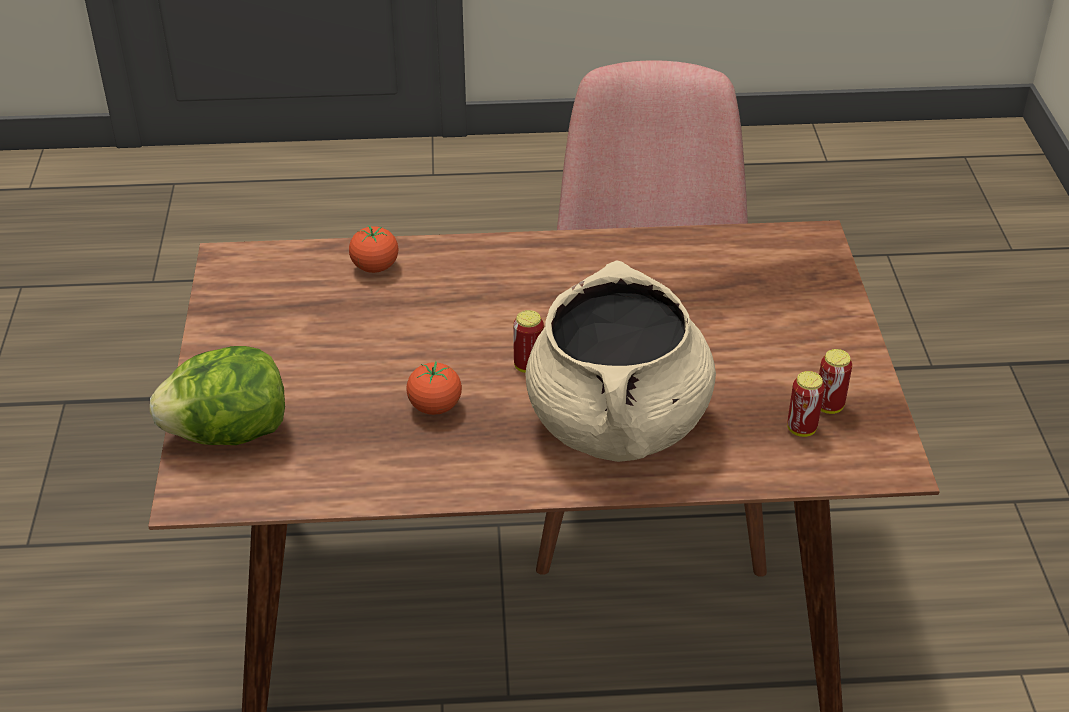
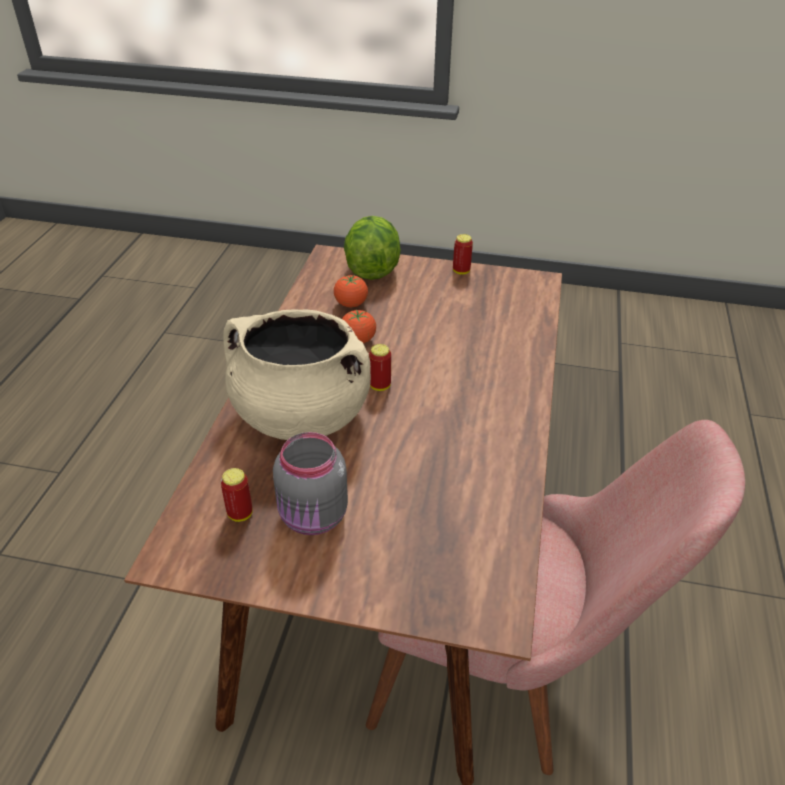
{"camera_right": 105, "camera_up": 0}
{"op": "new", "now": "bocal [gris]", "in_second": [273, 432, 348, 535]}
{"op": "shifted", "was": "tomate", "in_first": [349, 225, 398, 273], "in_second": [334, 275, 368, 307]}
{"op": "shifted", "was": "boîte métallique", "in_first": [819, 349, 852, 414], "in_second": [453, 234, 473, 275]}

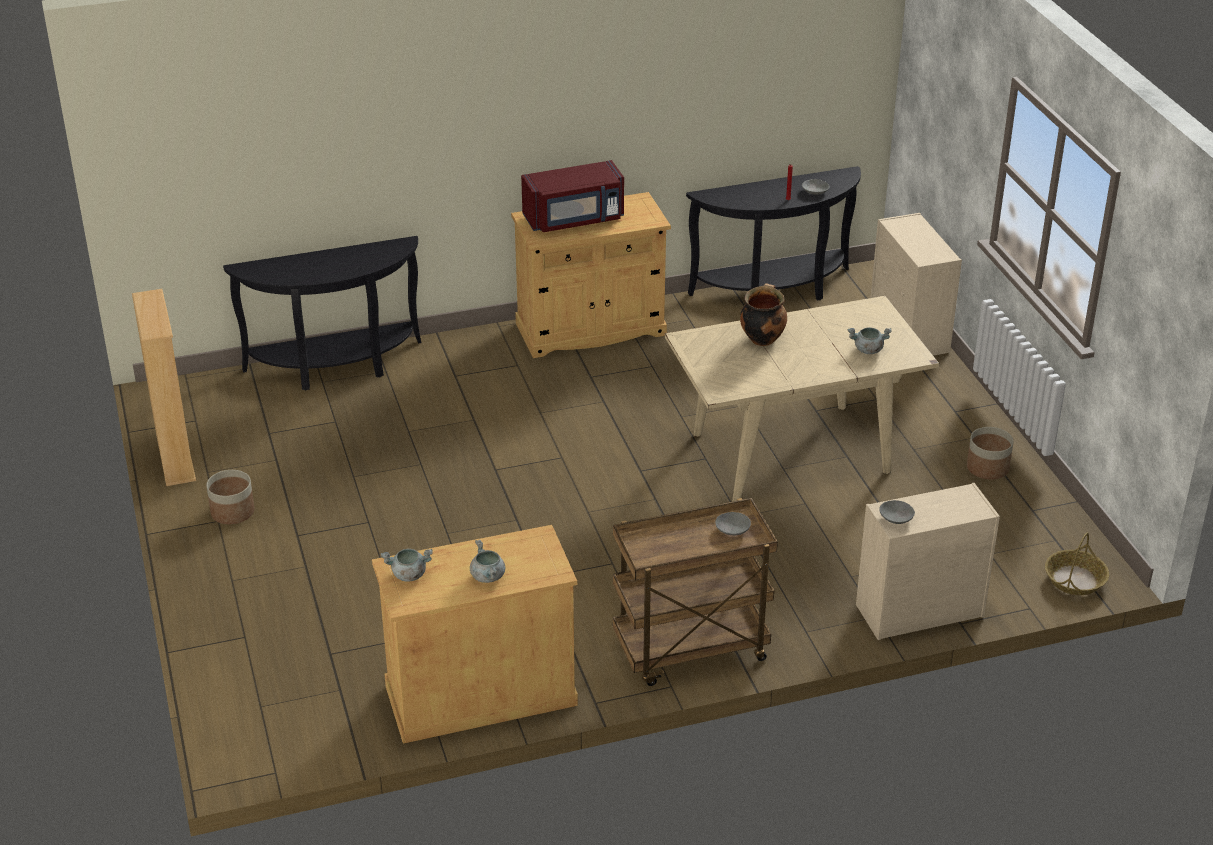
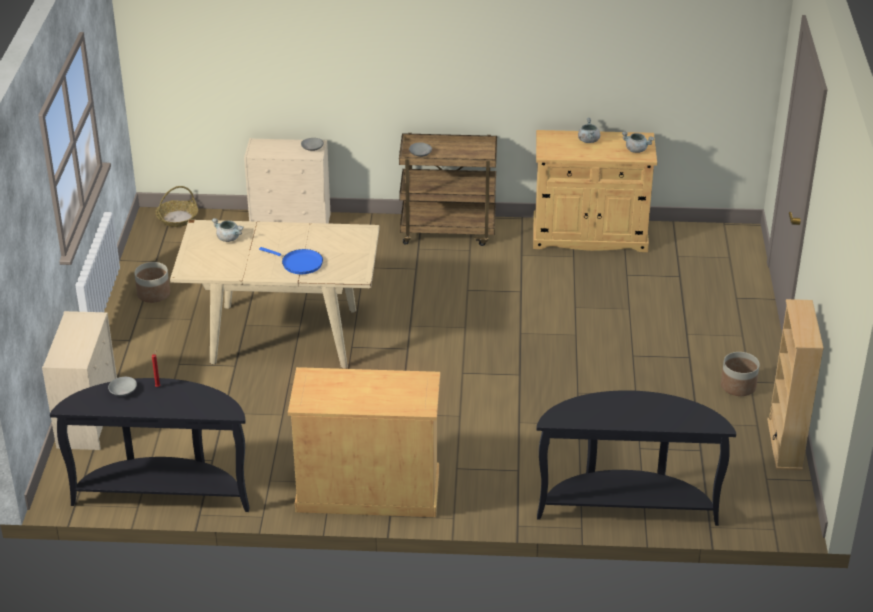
{"camera_right": -160, "camera_up": 0}
{"op": "swapped", "was": "marmite", "now": "poêle [bleu]", "in_first": [740, 283, 787, 346], "in_second": [259, 247, 323, 274]}
{"op": "gone", "was": "micro-ondes [rouge]", "in_first": [521, 160, 624, 232]}

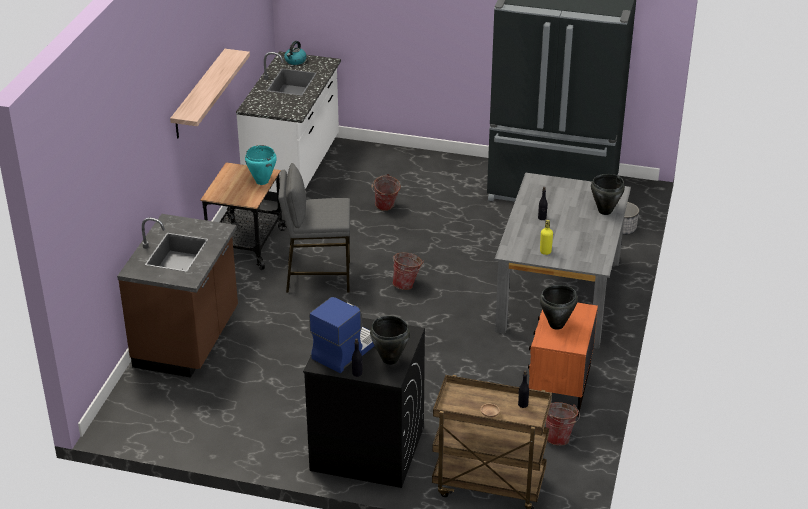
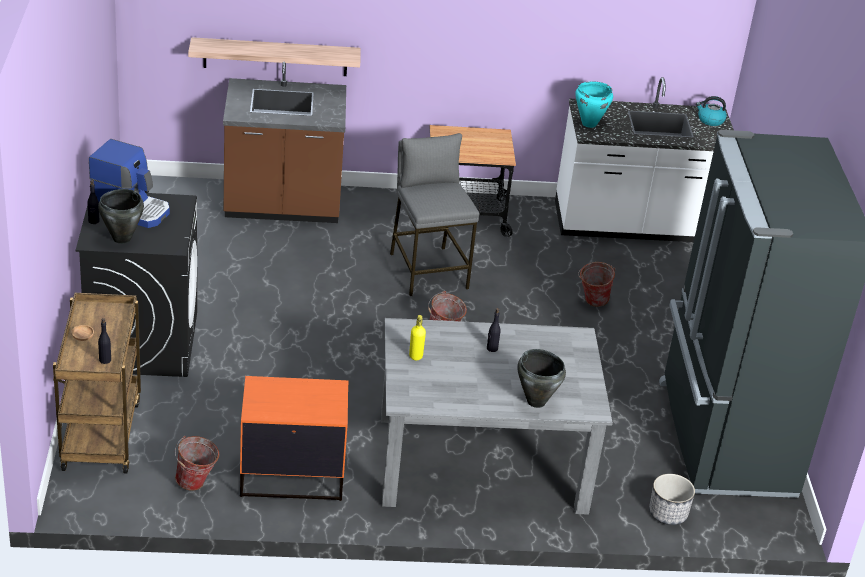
{"camera_right": 70, "camera_up": 0}
{"op": "shifted", "was": "étagère", "in_first": [170, 49, 250, 139], "in_second": [188, 37, 360, 76]}
{"op": "shifted", "was": "marmite [turquoise]", "in_first": [245, 145, 277, 185], "in_second": [575, 82, 613, 128]}
{"op": "gone", "was": "marmite [noir]", "in_first": [539, 285, 578, 330]}

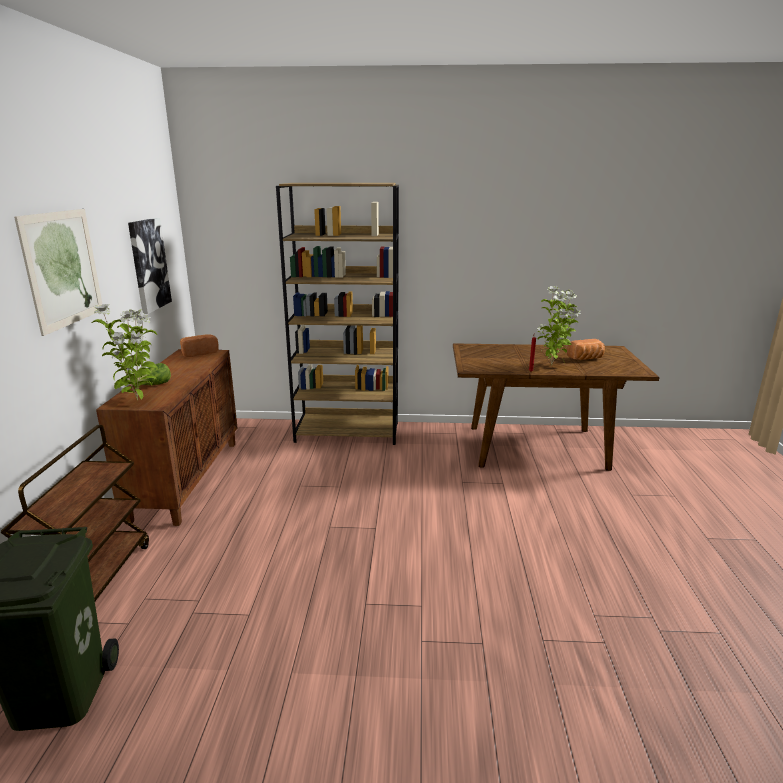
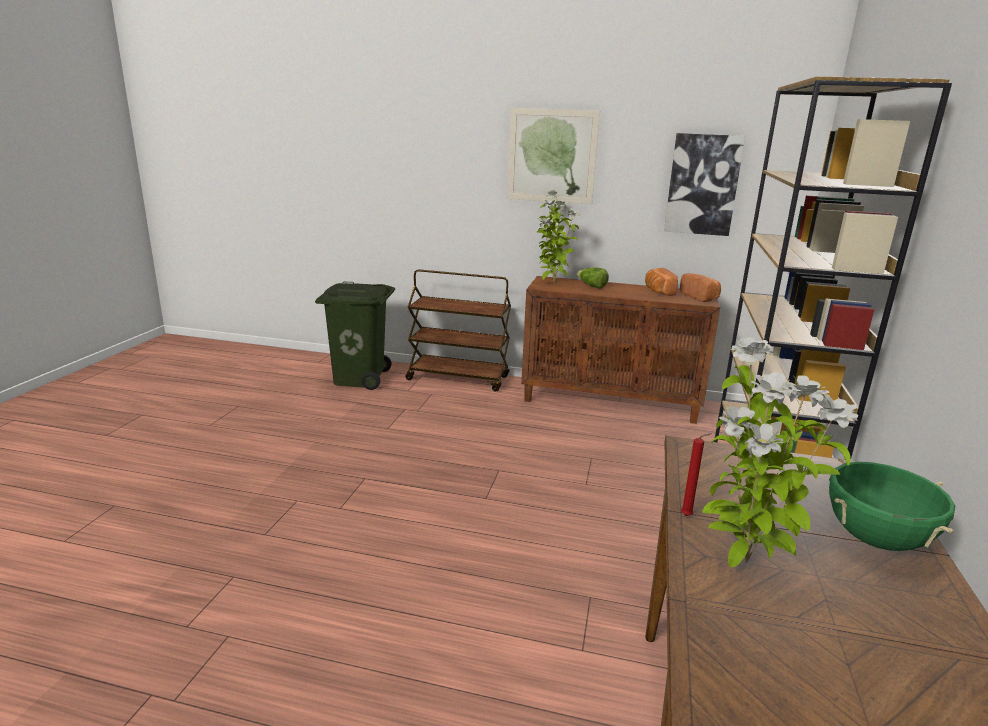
{"camera_right": 100, "camera_up": 0}
{"op": "shifted", "was": "pain", "in_first": [567, 339, 605, 360], "in_second": [645, 268, 678, 296]}
{"op": "new", "now": "marmite [vert]", "in_second": [829, 457, 955, 551]}

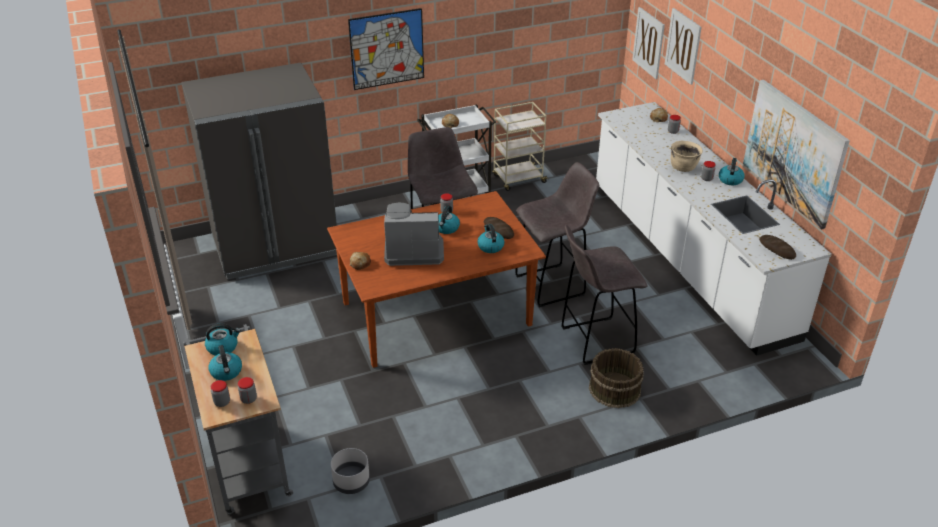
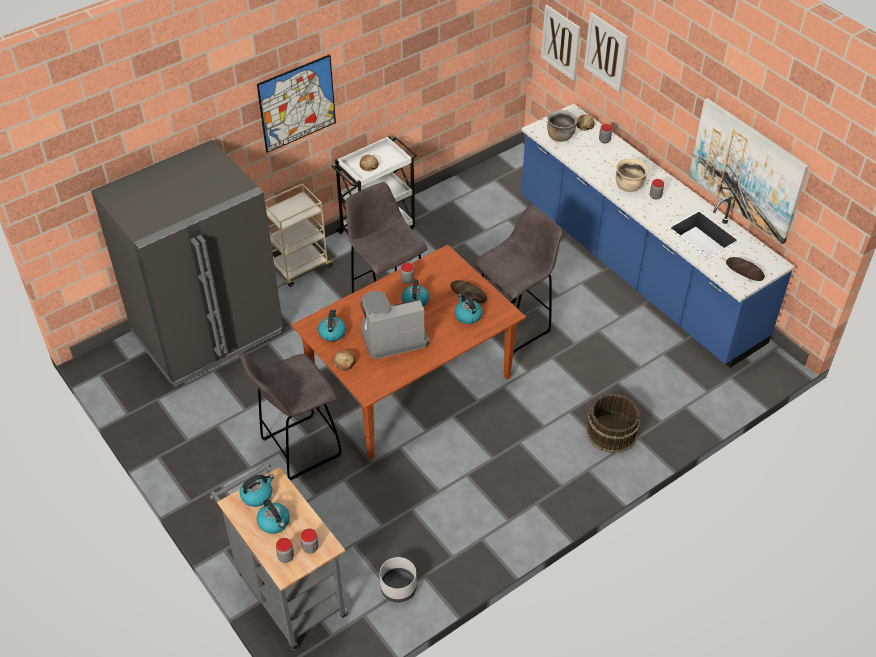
{"camera_right": -15, "camera_up": 10}
{"op": "shifted", "was": "tabouret [gris]", "in_first": [562, 225, 648, 365], "in_second": [240, 353, 341, 481]}
{"op": "shifted", "was": "chariot [beige]", "in_first": [492, 102, 549, 191], "in_second": [265, 183, 333, 287]}
{"op": "shifted", "was": "bouilloire", "in_first": [719, 158, 745, 185], "in_second": [318, 309, 346, 342]}
{"op": "repainted", "was": "comptoir de cuisine [blanc]", "now": "comptoir de cuisine [bleu]", "in_first": [596, 102, 832, 356], "in_second": [521, 104, 795, 368]}
{"op": "new", "now": "marmite [marron]", "in_second": [547, 110, 578, 142]}

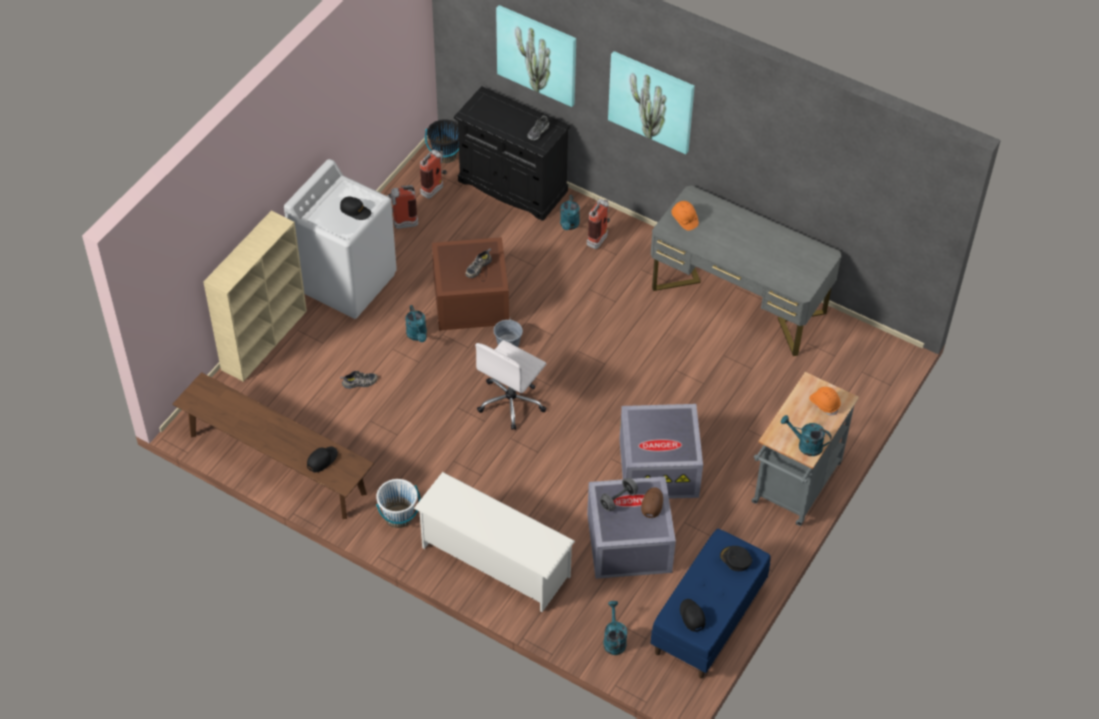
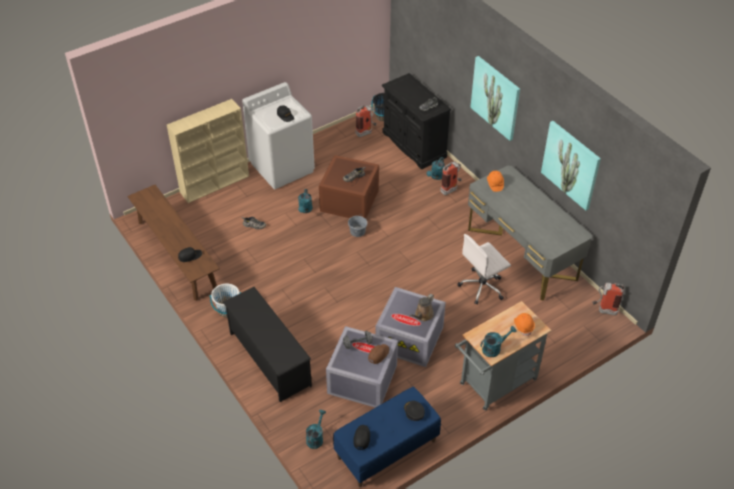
{"camera_right": 25, "camera_up": -5}
{"op": "repainted", "was": "étagère à chaussures [blanc]", "now": "étagère à chaussures [noir]", "in_first": [414, 472, 575, 612], "in_second": [223, 287, 312, 402]}
{"op": "new", "now": "arrosoir [marron]", "in_second": [409, 294, 434, 321]}
{"op": "shifted", "was": "chaise de bureau [blanc]", "in_first": [475, 340, 546, 430], "in_second": [457, 234, 511, 305]}
{"op": "rotated", "was": "arrosoir [turquoise]", "in_first": [781, 415, 832, 456], "in_second": [480, 326, 517, 357], "clockwise": 105}
{"op": "shifted", "was": "tableau", "in_first": [496, 5, 576, 107], "in_second": [541, 121, 601, 211]}
{"op": "shifted", "was": "extincteur", "in_first": [387, 185, 418, 229], "in_second": [592, 283, 624, 315]}

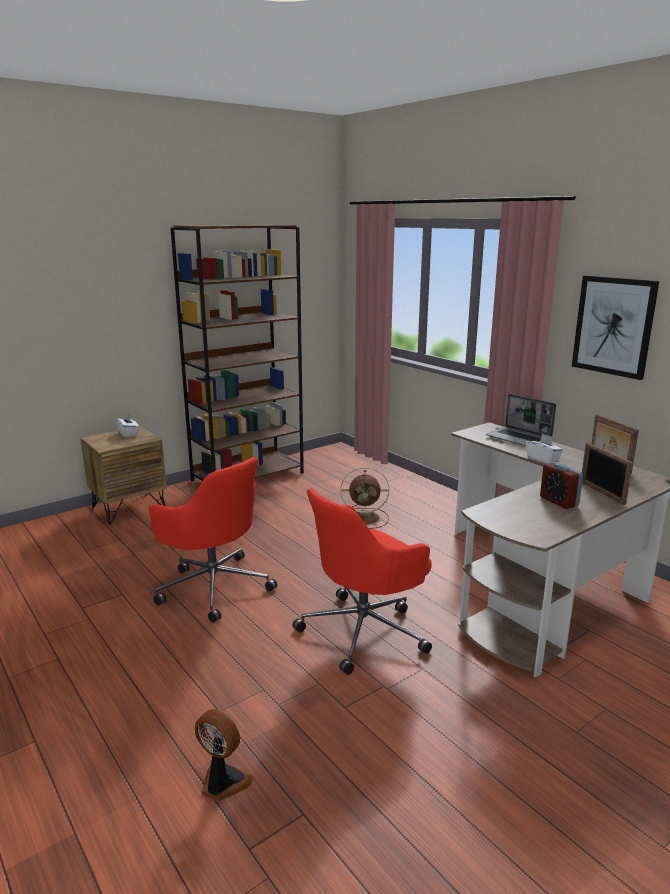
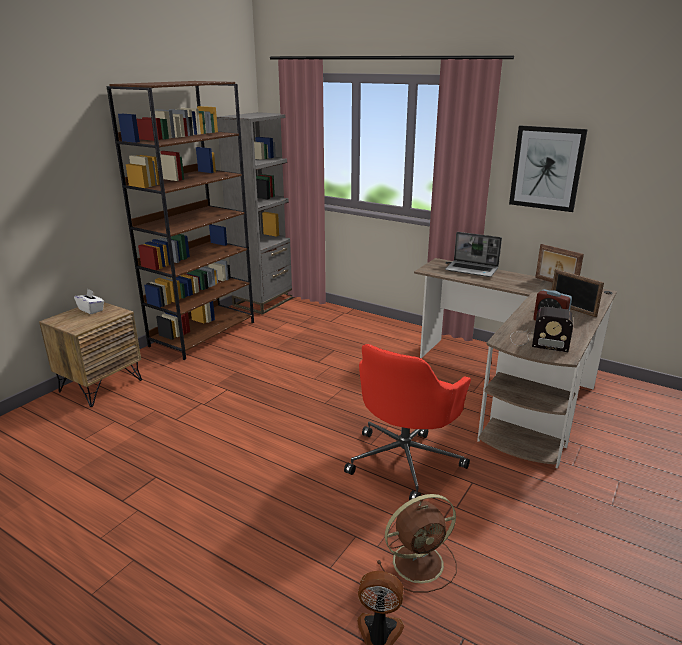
{"camera_right": -20, "camera_up": 5}
{"op": "new", "now": "bibliothèque [gris]", "in_second": [217, 112, 295, 315]}
{"op": "shifted", "was": "ventilateur [marron]", "in_first": [341, 467, 389, 529], "in_second": [377, 494, 457, 592]}
{"op": "new", "now": "radio", "in_second": [510, 307, 573, 352]}
{"op": "gone", "was": "chaise de bureau [rouge]", "in_first": [149, 457, 277, 623]}
{"op": "gone", "was": "boîte à mouchoirs [blanc]", "in_first": [525, 433, 563, 464]}

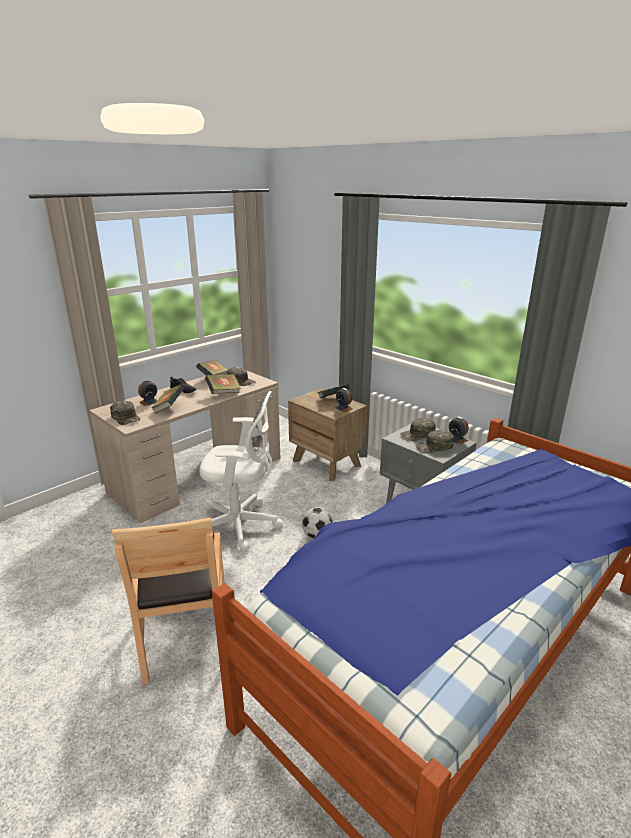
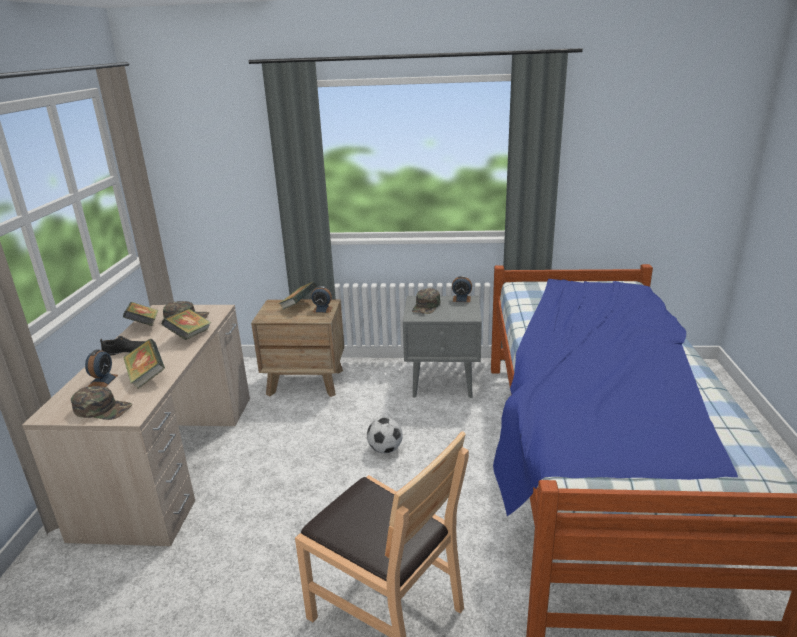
{"camera_right": -40, "camera_up": 0}
{"op": "gone", "was": "chaise de bureau [blanc]", "in_first": [200, 391, 283, 552]}
{"op": "gone", "was": "casquette [vert]", "in_first": [415, 430, 454, 453]}

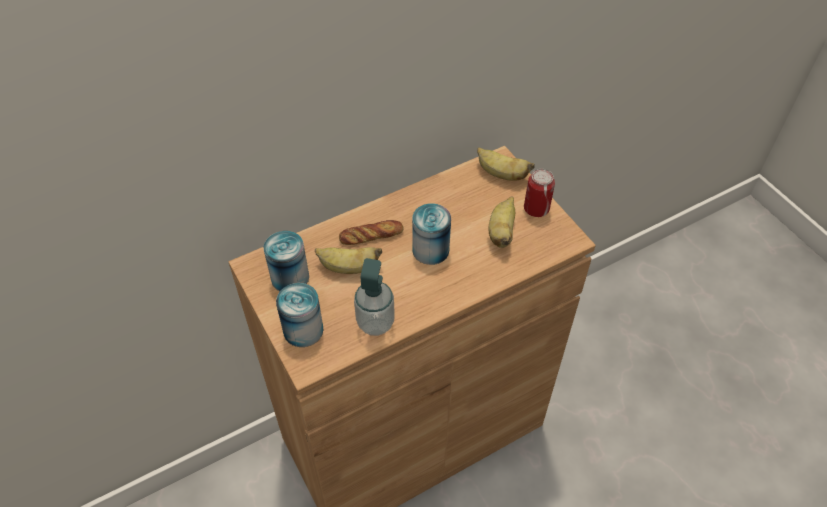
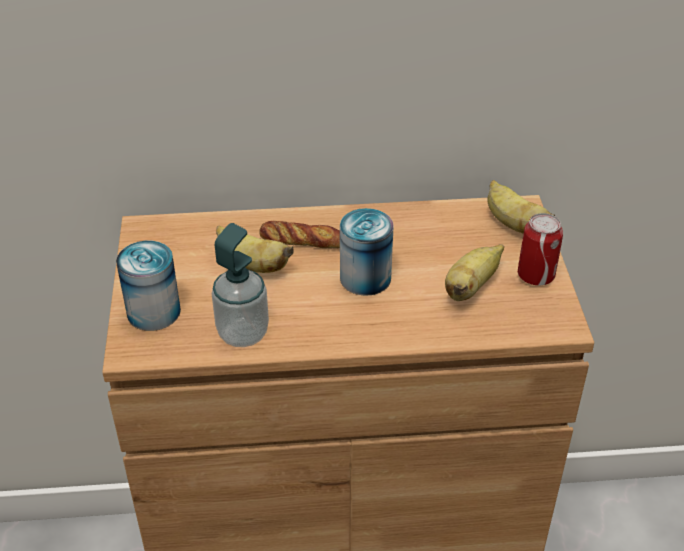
{"camera_right": 25, "camera_up": -10}
{"op": "gone", "was": "boîte métallique", "in_first": [263, 231, 309, 291]}

